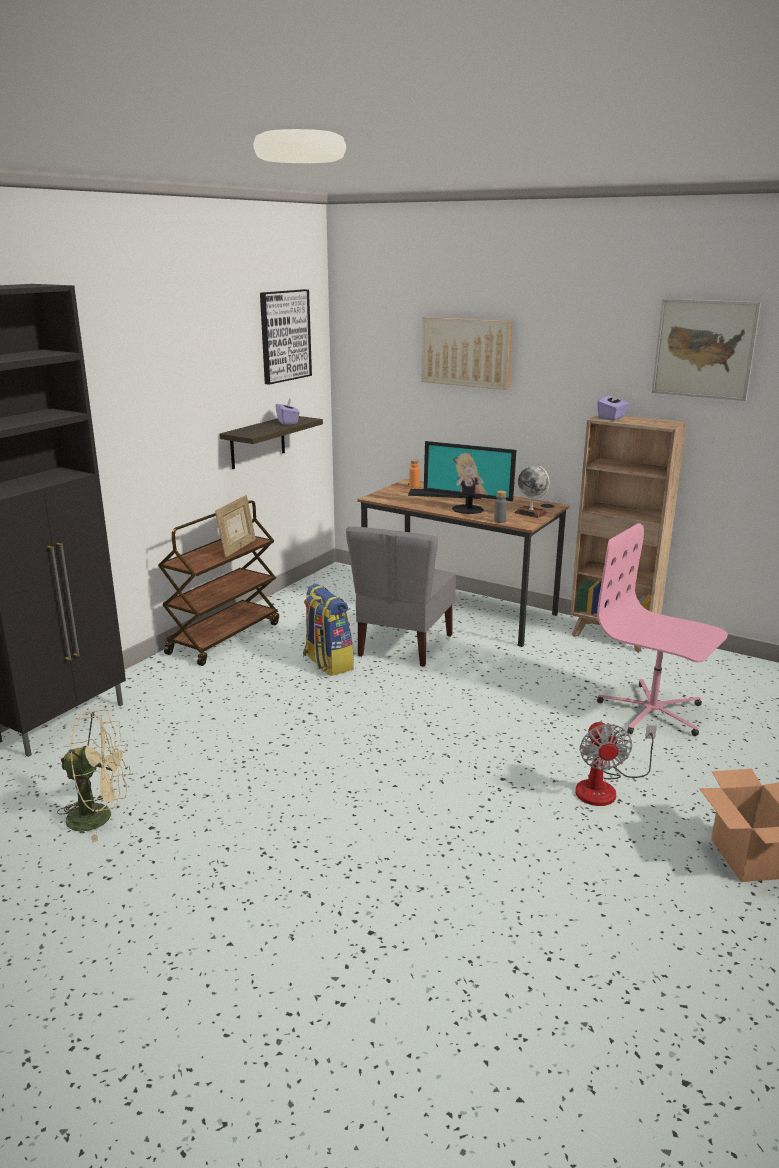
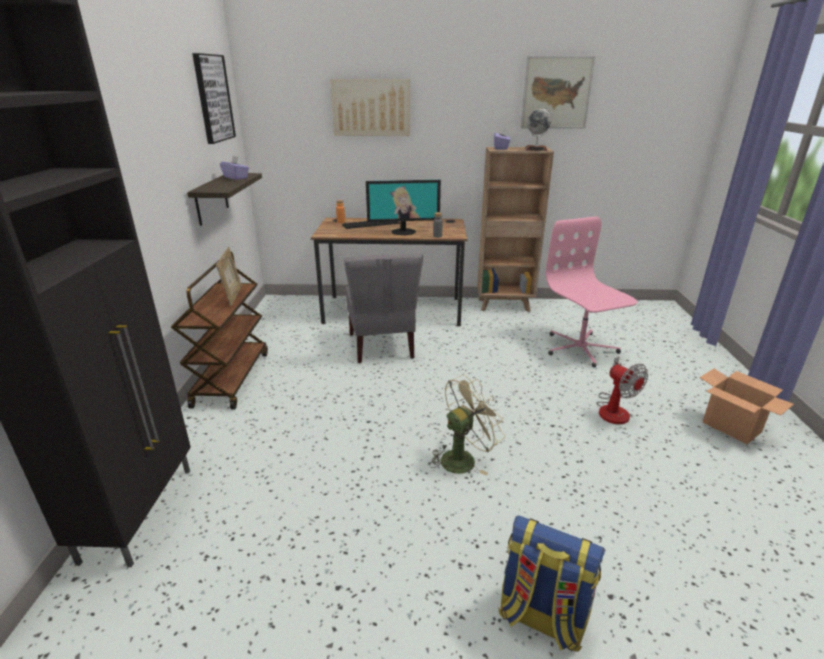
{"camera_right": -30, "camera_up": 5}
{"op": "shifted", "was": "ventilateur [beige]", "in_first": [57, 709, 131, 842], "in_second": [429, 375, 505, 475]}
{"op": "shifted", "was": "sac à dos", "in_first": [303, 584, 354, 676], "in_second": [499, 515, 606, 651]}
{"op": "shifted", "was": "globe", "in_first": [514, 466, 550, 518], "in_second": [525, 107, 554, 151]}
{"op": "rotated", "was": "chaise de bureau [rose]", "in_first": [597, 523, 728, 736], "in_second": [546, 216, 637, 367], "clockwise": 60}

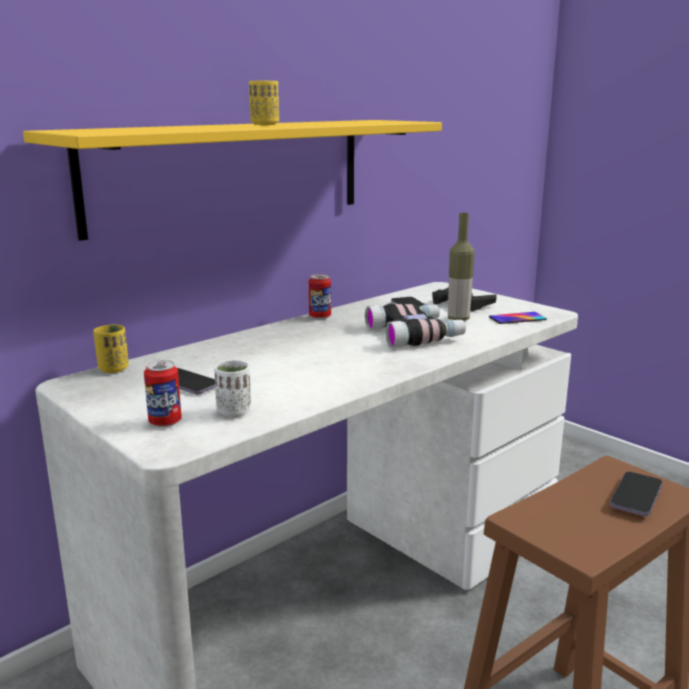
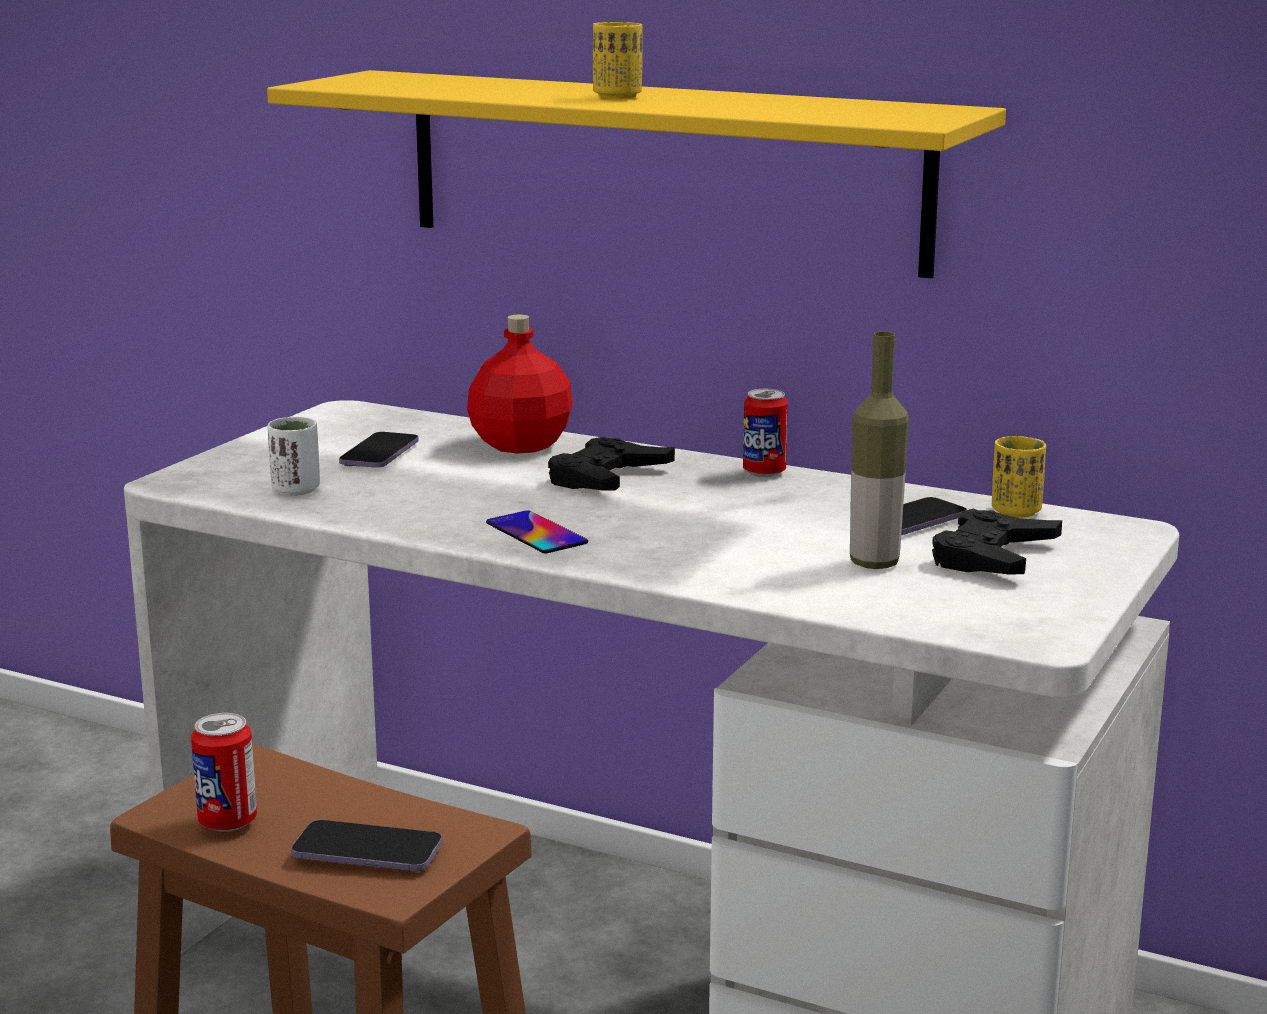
{"camera_right": 70, "camera_up": 0}
{"op": "shifted", "was": "boîte métallique", "in_first": [144, 360, 182, 427], "in_second": [191, 713, 257, 832]}
{"op": "new", "now": "bouteille [rouge]", "in_second": [467, 314, 573, 454]}
{"op": "shifted", "was": "téléphone", "in_first": [489, 312, 547, 324], "in_second": [486, 510, 588, 553]}
{"op": "new", "now": "manette [noir]", "in_second": [548, 437, 675, 490]}
{"op": "shifted", "was": "tasse [jaune]", "in_first": [93, 324, 129, 373], "in_second": [992, 436, 1046, 518]}
{"op": "gone", "was": "jumelles", "in_first": [365, 303, 466, 348]}

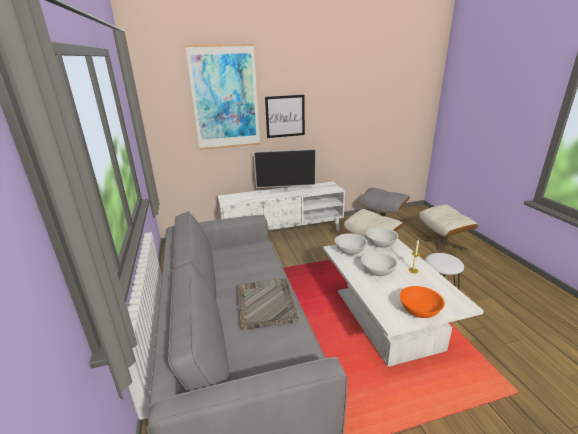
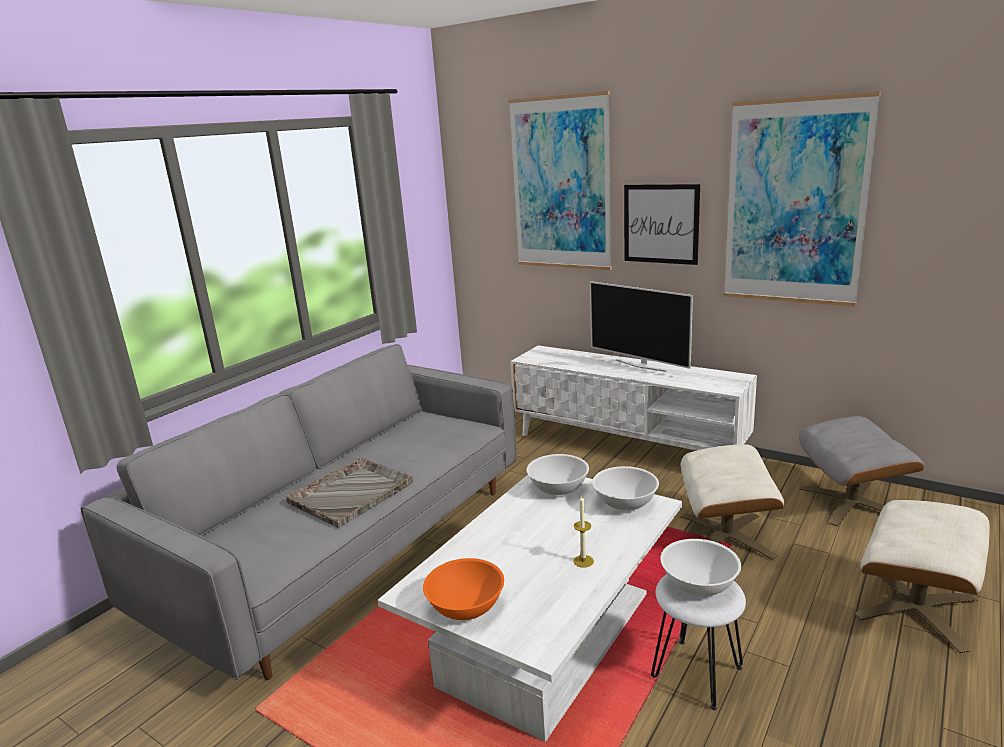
{"camera_right": 50, "camera_up": -5}
{"op": "shifted", "was": "bol [blanc]", "in_first": [361, 252, 398, 276], "in_second": [660, 539, 741, 596]}
{"op": "new", "now": "tableau", "in_second": [724, 91, 881, 307]}

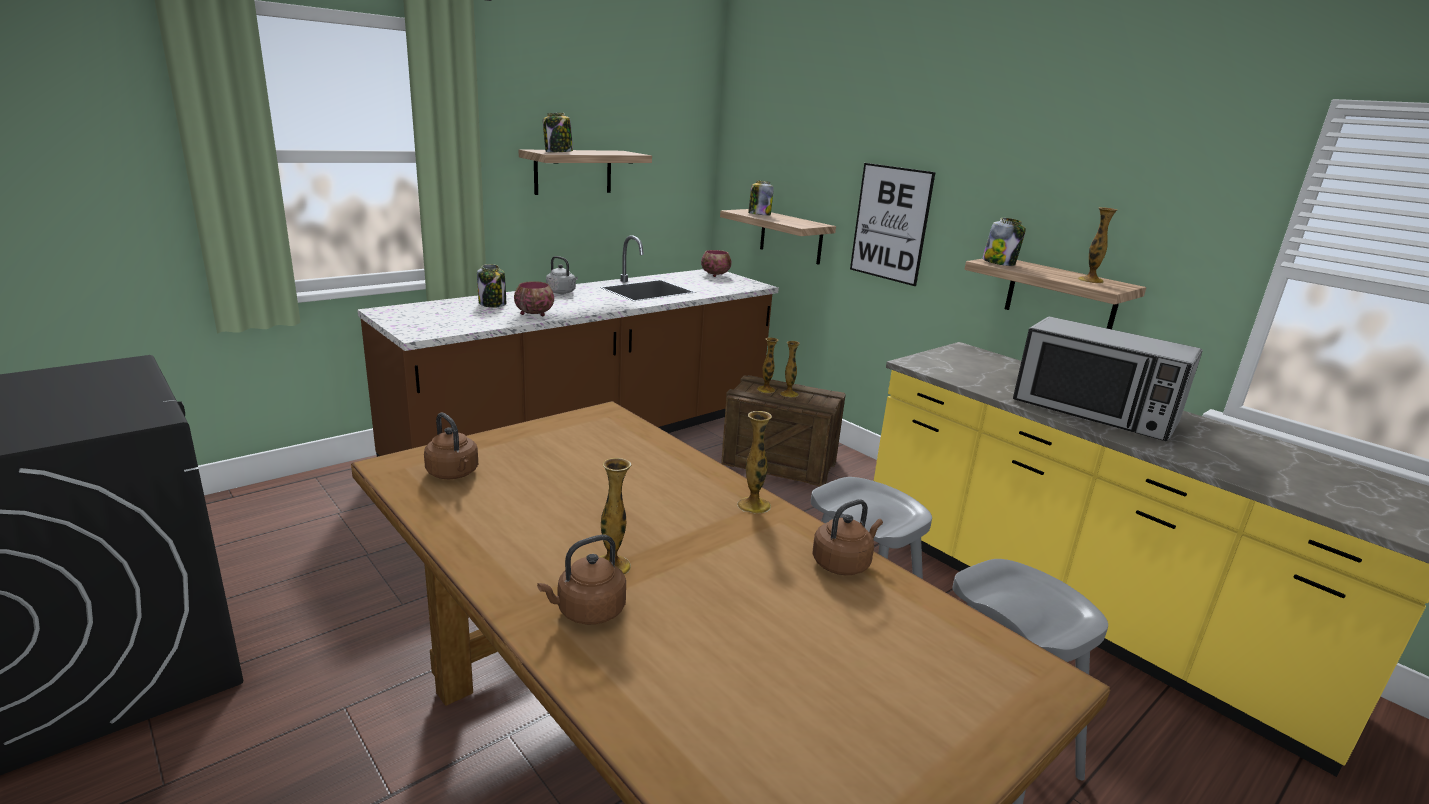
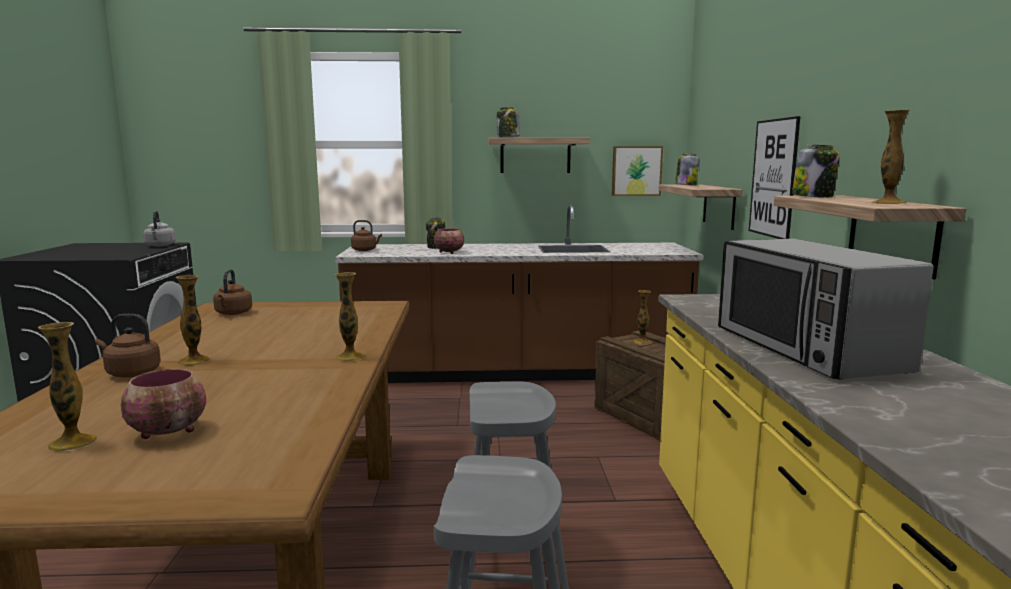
{"camera_right": 40, "camera_up": -10}
{"op": "shifted", "was": "vase", "in_first": [780, 341, 800, 397], "in_second": [38, 322, 97, 452]}
{"op": "shifted", "was": "bol", "in_first": [701, 250, 732, 277], "in_second": [121, 369, 206, 439]}
{"op": "shifted", "was": "bouilloire [gris]", "in_first": [546, 256, 578, 294], "in_second": [143, 211, 176, 247]}
{"op": "shifted", "was": "bouilloire [marron]", "in_first": [813, 499, 883, 575], "in_second": [351, 220, 382, 251]}
{"op": "new", "now": "tableau", "in_second": [612, 146, 663, 196]}

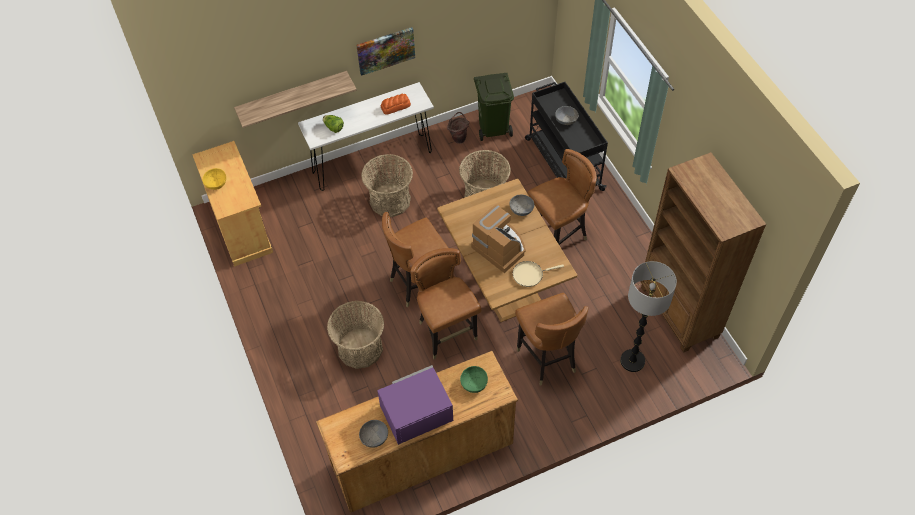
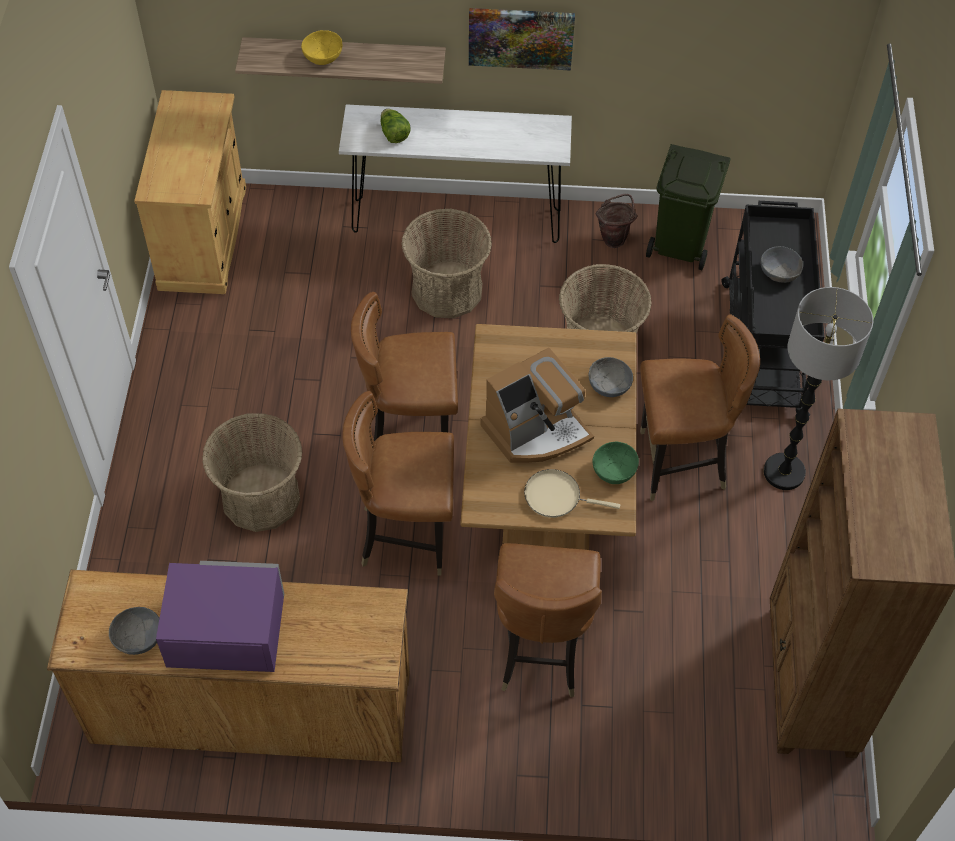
{"camera_right": 25, "camera_up": 0}
{"op": "shifted", "was": "bol [jaune]", "in_first": [202, 168, 226, 190], "in_second": [301, 30, 342, 65]}
{"op": "rotated", "was": "chaise [marron]", "in_first": [410, 248, 481, 359], "in_second": [343, 391, 454, 575], "clockwise": -90}
{"op": "rotated", "was": "machine à café", "in_first": [471, 205, 526, 273], "in_second": [480, 348, 594, 463], "clockwise": 75}
{"op": "shifted", "was": "bol [vert]", "in_first": [460, 366, 488, 393], "in_second": [592, 442, 639, 484]}
{"op": "shifted", "was": "lampadaire", "in_first": [620, 261, 677, 372], "in_second": [764, 287, 873, 490]}
{"op": "gone", "was": "pain", "in_first": [381, 94, 411, 115]}

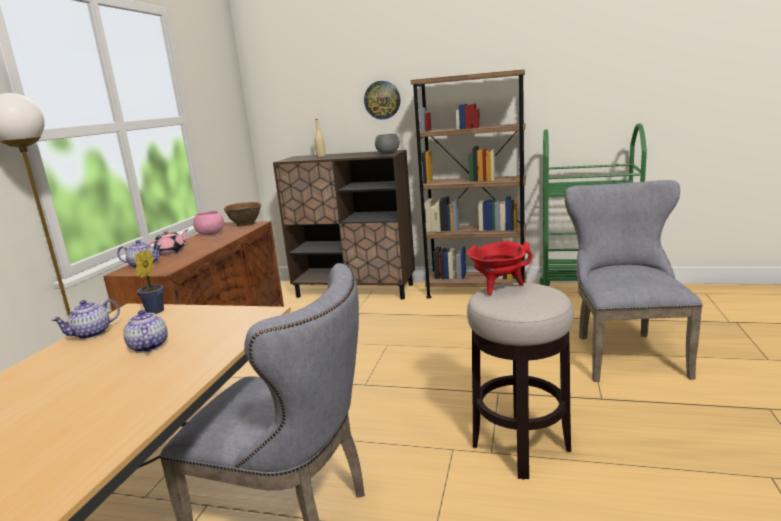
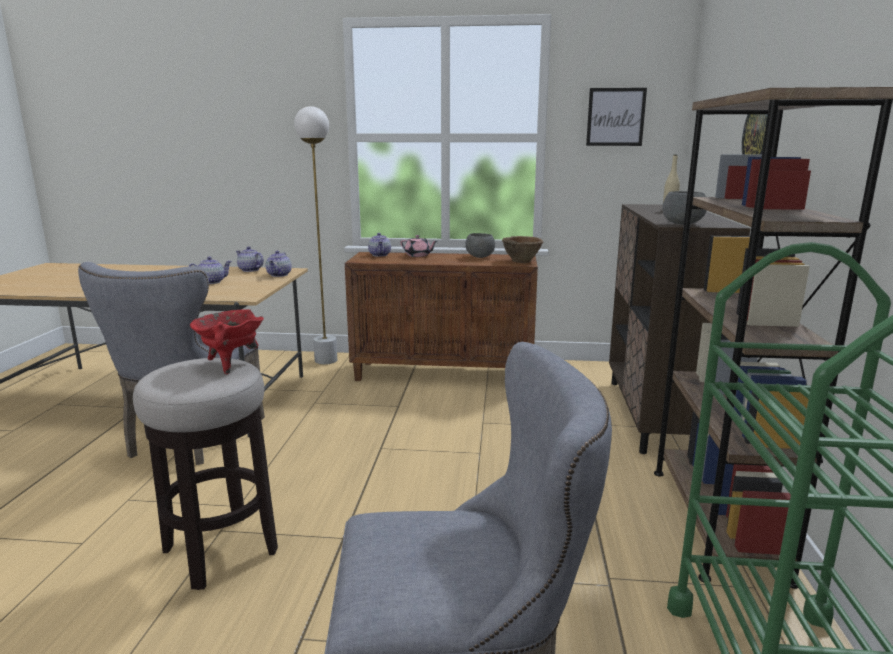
{"camera_right": 80, "camera_up": 0}
{"op": "swapped", "was": "plante en pot", "now": "théière", "in_first": [135, 249, 164, 314], "in_second": [266, 251, 292, 277]}
{"op": "repainted", "was": "bol [rose]", "now": "bol [gris]", "in_first": [193, 211, 224, 235], "in_second": [465, 233, 495, 258]}
{"op": "new", "now": "tableau", "in_second": [586, 88, 647, 146]}

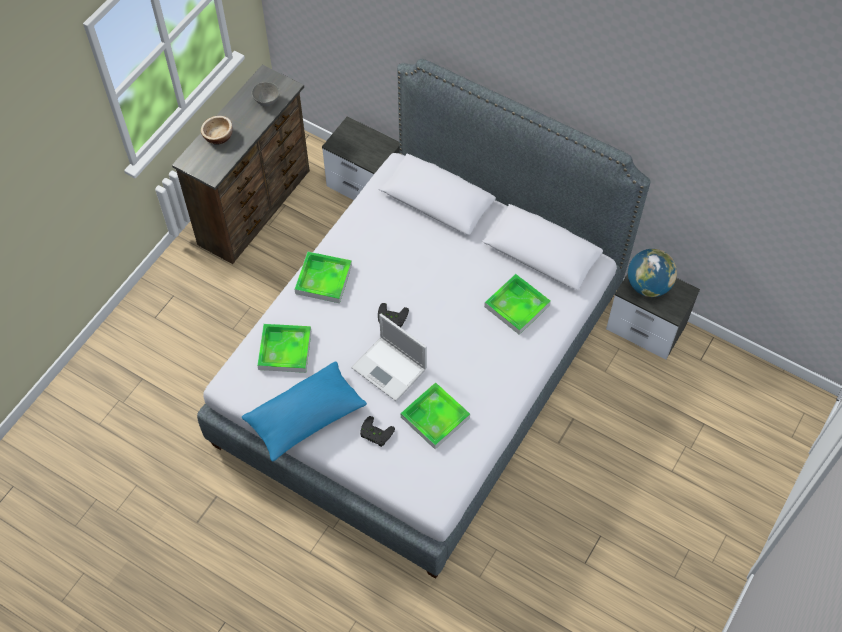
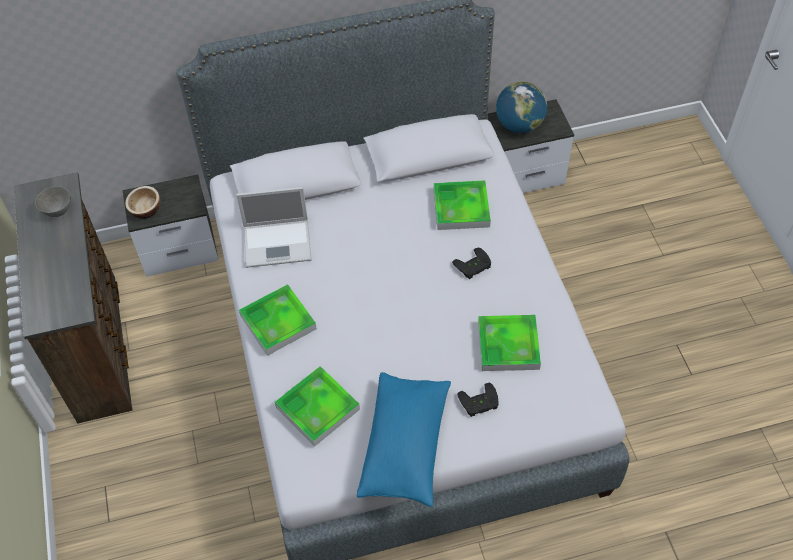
{"camera_right": -45, "camera_up": -5}
{"op": "shifted", "was": "bol", "in_first": [201, 116, 233, 145], "in_second": [125, 186, 160, 219]}
{"op": "shifted", "was": "ordinateur portable", "in_first": [351, 314, 427, 401], "in_second": [236, 187, 312, 268]}
{"op": "shifted", "was": "manette [noir]", "in_first": [378, 303, 409, 327], "in_second": [452, 248, 491, 279]}

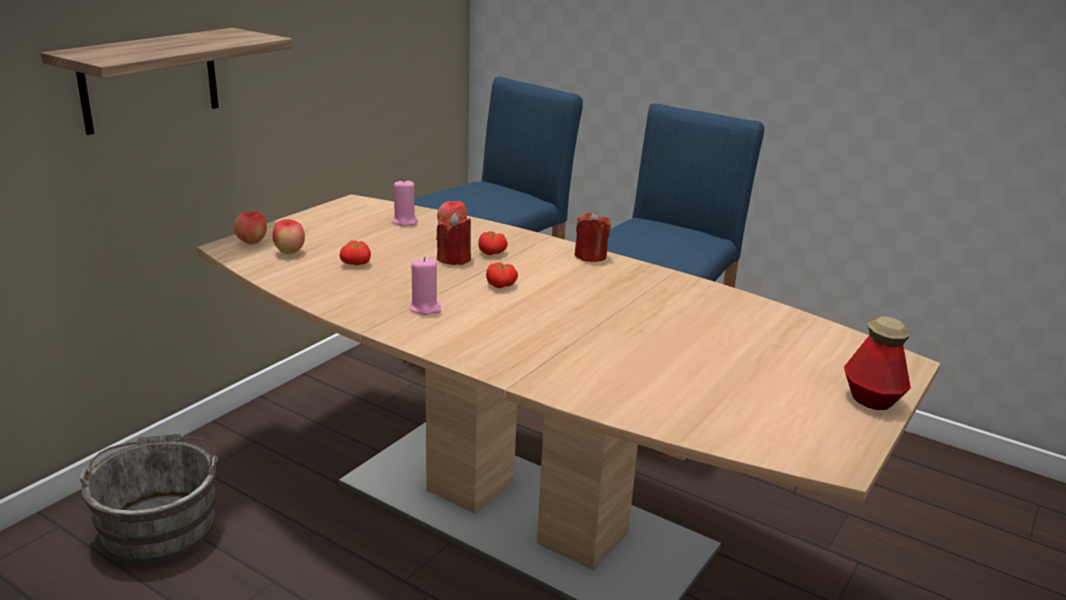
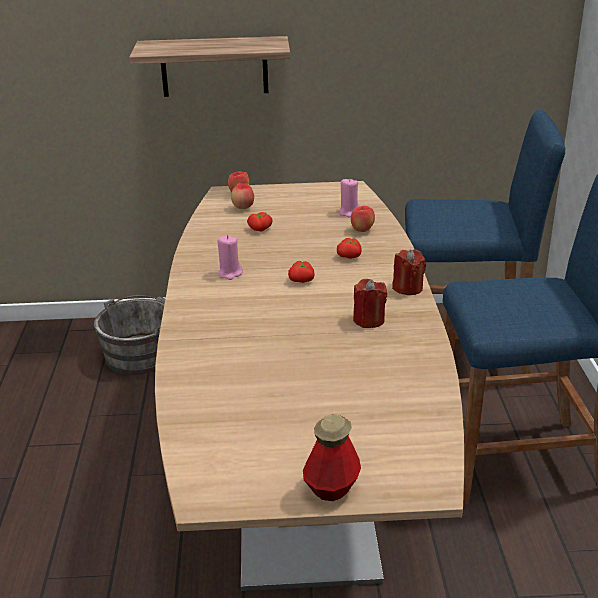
{"camera_right": 55, "camera_up": 5}
{"op": "shifted", "was": "bougie [rouge]", "in_first": [436, 212, 471, 265], "in_second": [353, 279, 387, 328]}

